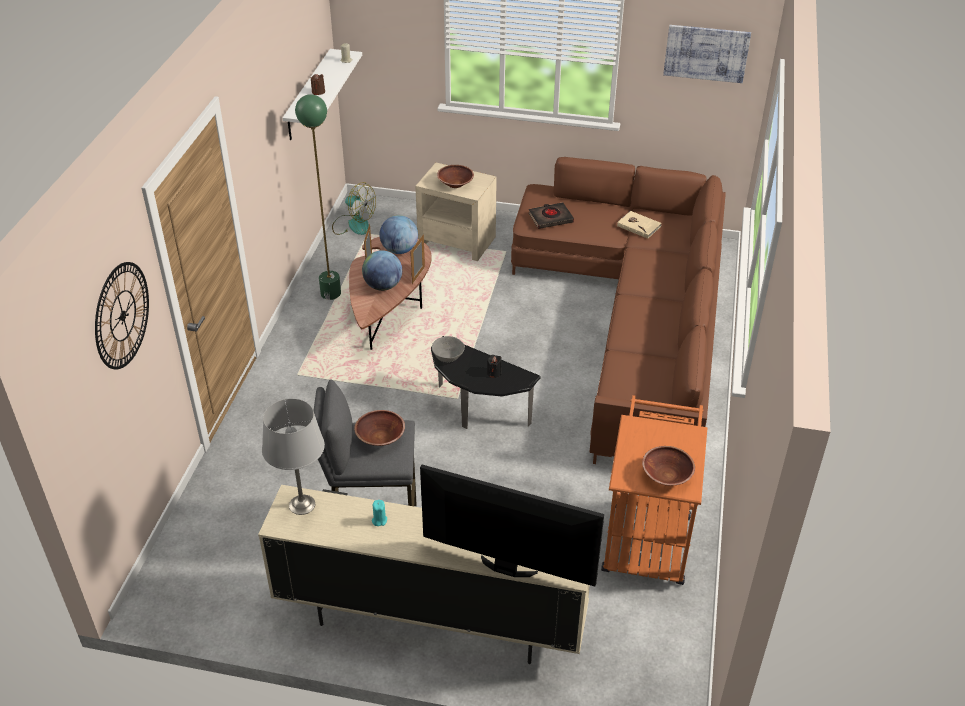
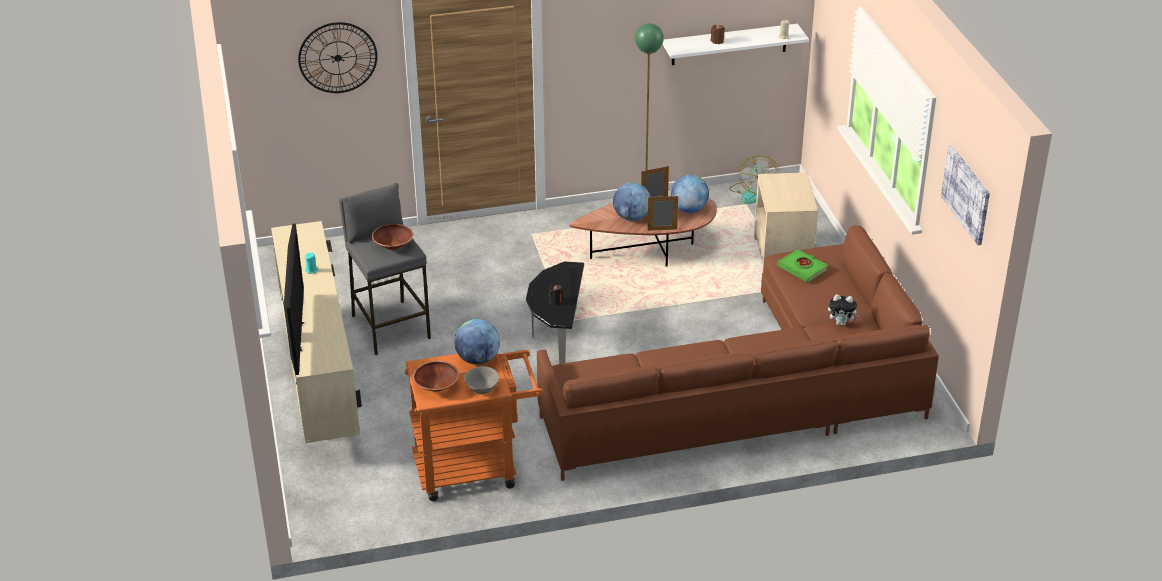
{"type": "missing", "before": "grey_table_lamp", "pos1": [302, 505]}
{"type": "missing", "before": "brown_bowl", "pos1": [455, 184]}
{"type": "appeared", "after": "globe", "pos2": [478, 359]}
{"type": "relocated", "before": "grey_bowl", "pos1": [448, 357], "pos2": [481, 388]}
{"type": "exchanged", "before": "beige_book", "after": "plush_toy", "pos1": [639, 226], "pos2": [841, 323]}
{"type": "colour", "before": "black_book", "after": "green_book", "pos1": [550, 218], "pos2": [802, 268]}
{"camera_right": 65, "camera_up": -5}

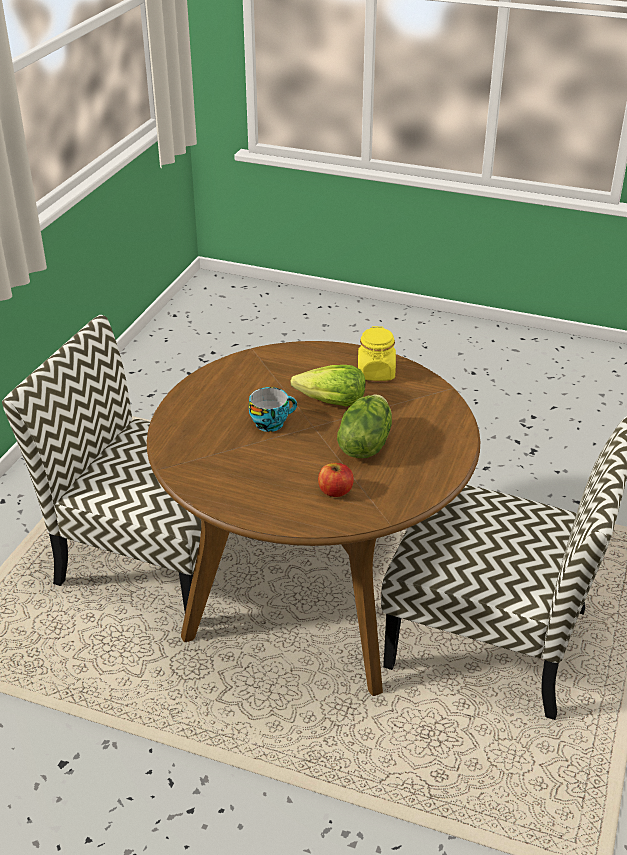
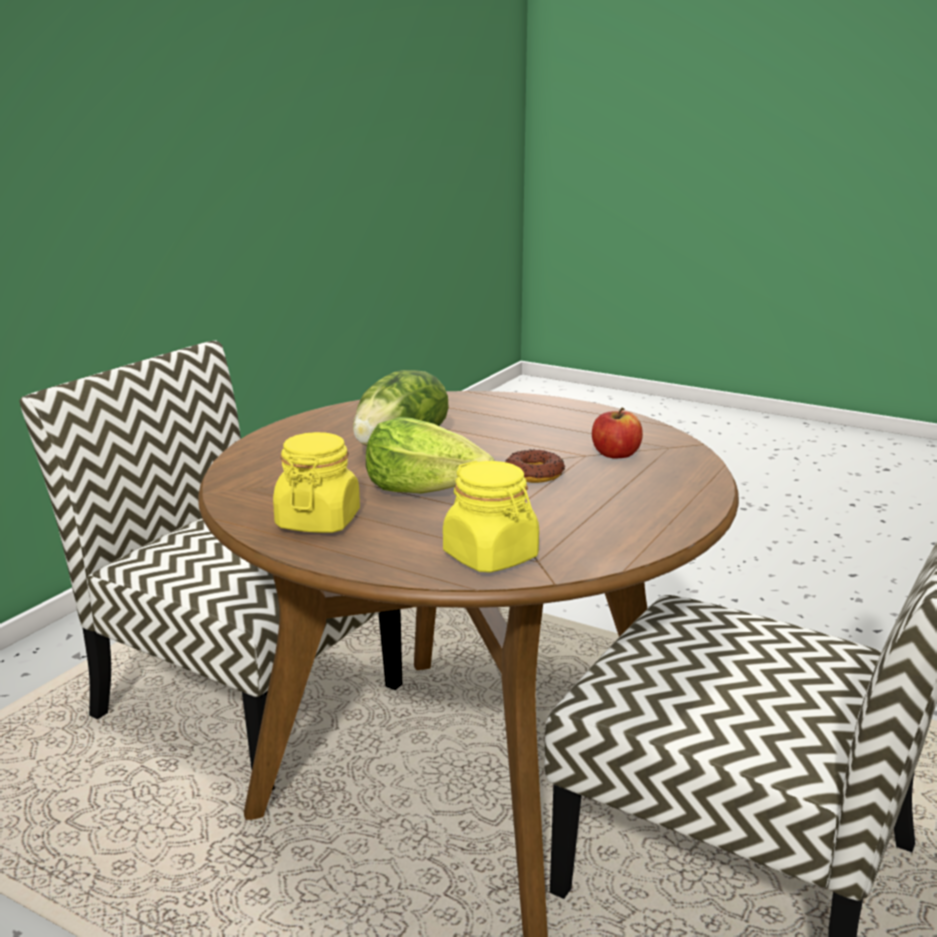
{"type": "appeared", "after": "yellow_jar", "pos2": [491, 557]}
{"type": "relocated", "before": "apple", "pos1": [335, 491], "pos2": [615, 454]}
{"type": "exchanged", "before": "cup", "after": "donut", "pos1": [271, 422], "pos2": [533, 474]}
{"camera_right": -170, "camera_up": -15}

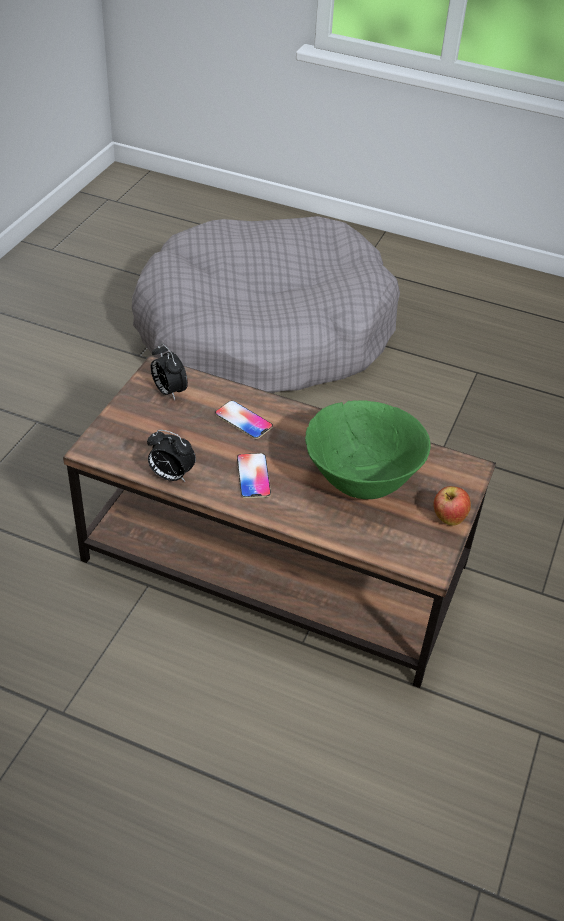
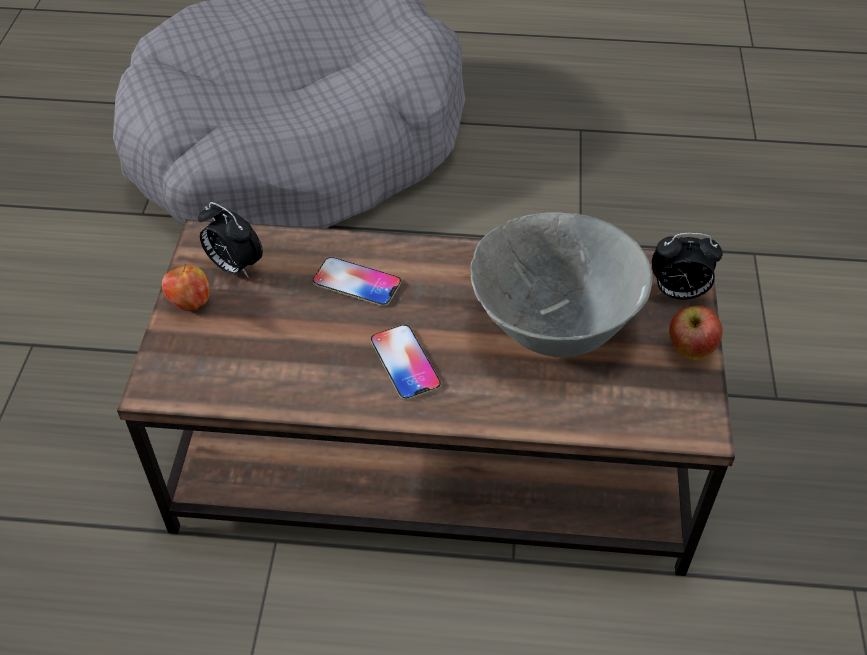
{"type": "appeared", "after": "apple", "pos2": [190, 303]}
{"type": "relocated", "before": "alarm_clock", "pos1": [170, 476], "pos2": [677, 293]}
{"type": "colour", "before": "green_bowl", "after": "grey_bowl", "pos1": [361, 481], "pos2": [554, 328]}
{"camera_right": -15, "camera_up": 5}

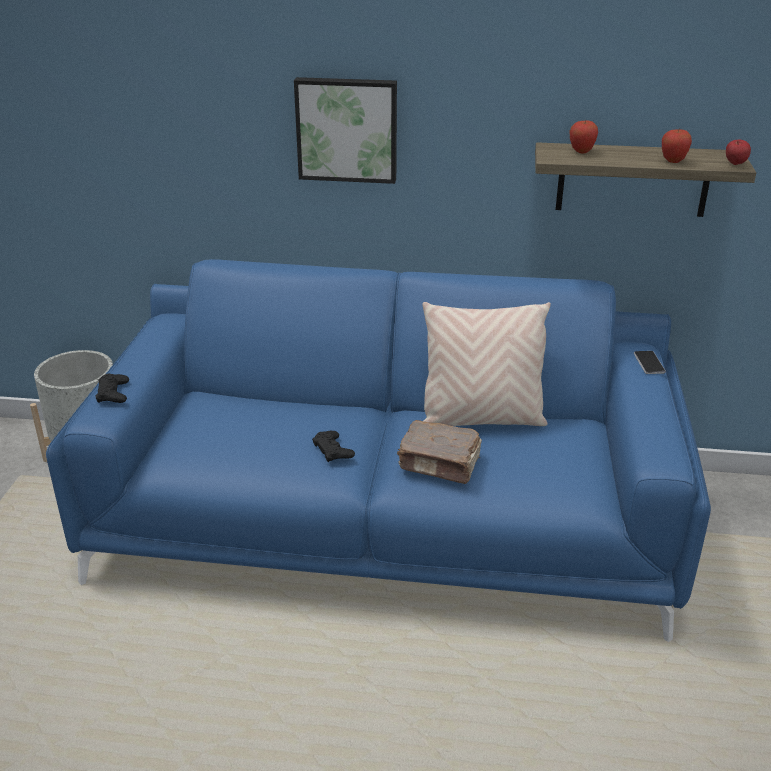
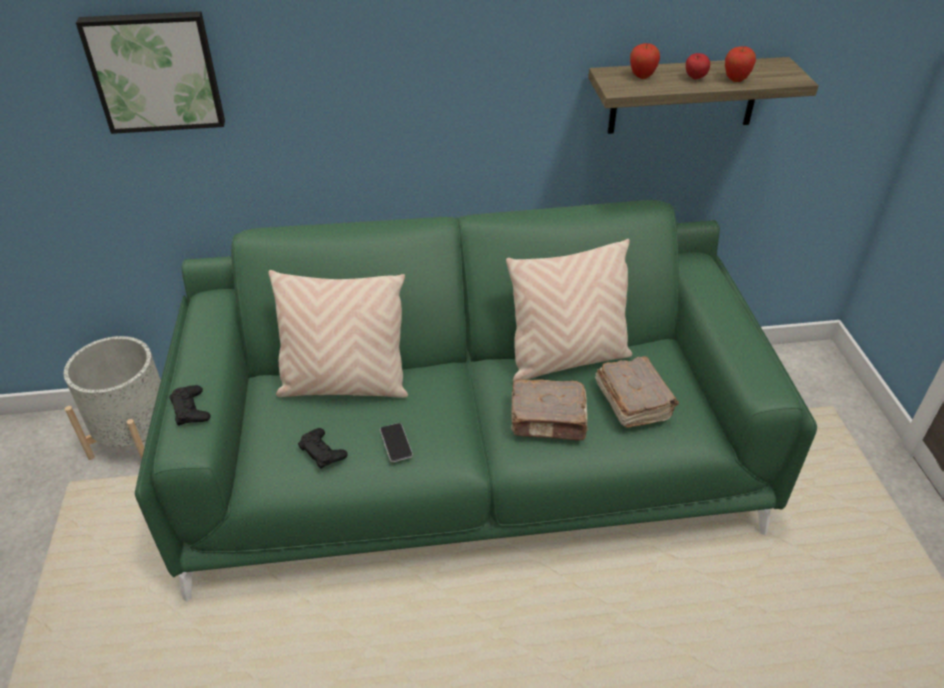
{"type": "appeared", "after": "beige_pillow", "pos2": [344, 385]}
{"type": "appeared", "after": "brown_book", "pos2": [633, 401]}
{"type": "relocated", "before": "picture", "pos1": [347, 129], "pos2": [155, 71]}
{"type": "relocated", "before": "black_game_controller", "pos1": [333, 450], "pos2": [322, 451]}
{"type": "relocated", "before": "phone", "pos1": [649, 363], "pos2": [396, 443]}
{"type": "relocated", "before": "apple", "pos1": [735, 164], "pos2": [694, 79]}
{"type": "colour", "before": "blue_sofa", "after": "green_sofa", "pos1": [386, 525], "pos2": [472, 464]}
{"camera_right": -15, "camera_up": 10}

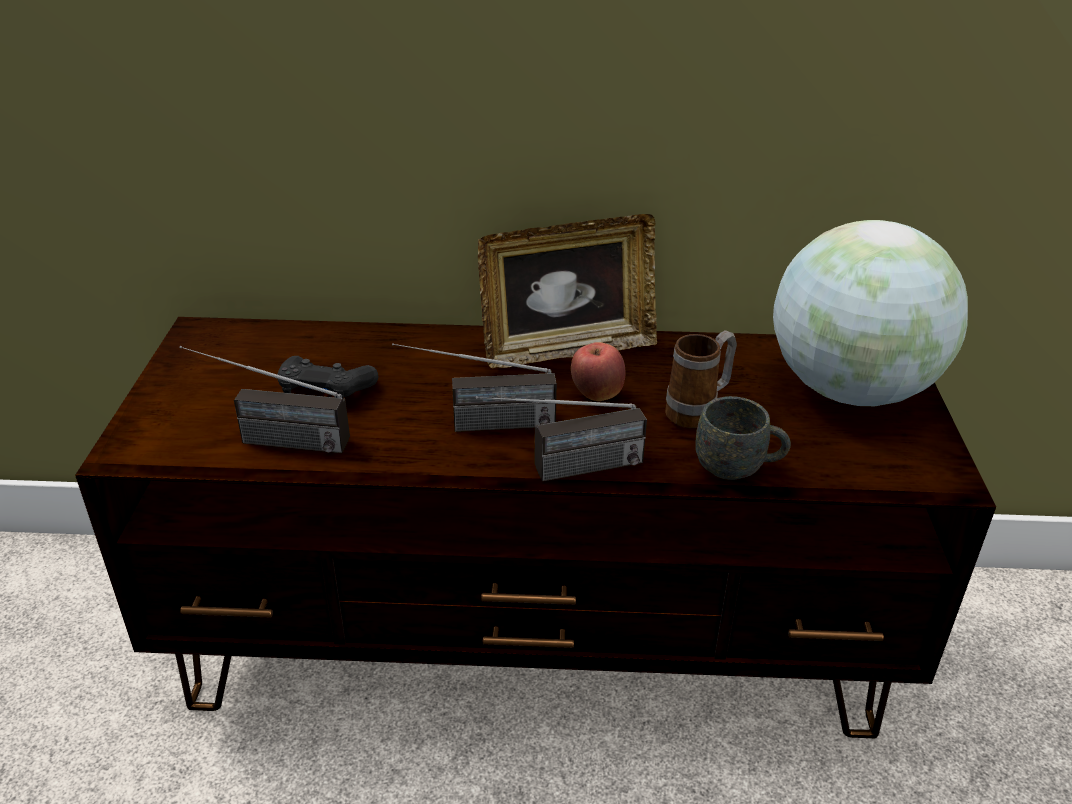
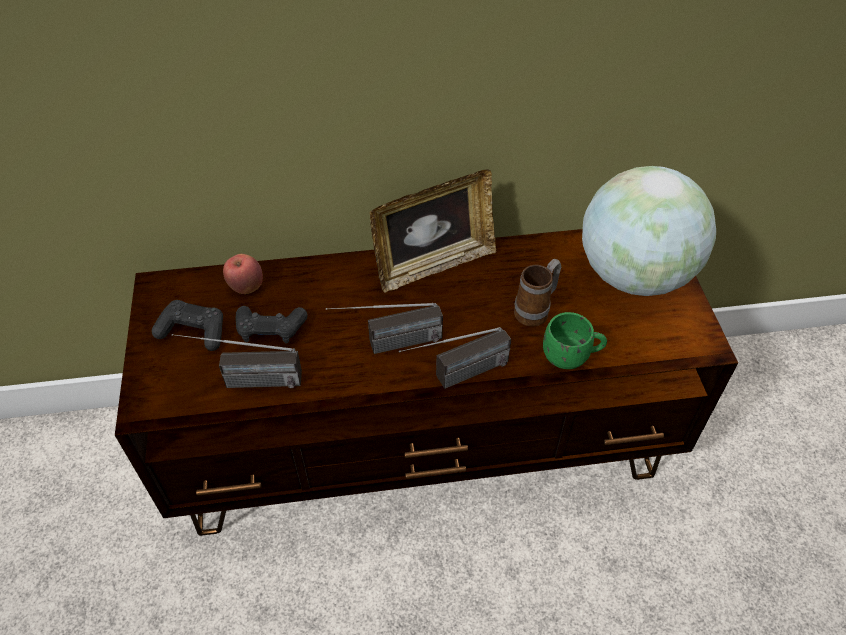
{"type": "appeared", "after": "black_game_controller", "pos2": [193, 331]}
{"type": "relocated", "before": "apple", "pos1": [596, 395], "pos2": [246, 287]}
{"type": "colour", "before": "grey_mug", "after": "green_mug", "pos1": [738, 468], "pos2": [571, 356]}
{"camera_right": -10, "camera_up": 15}

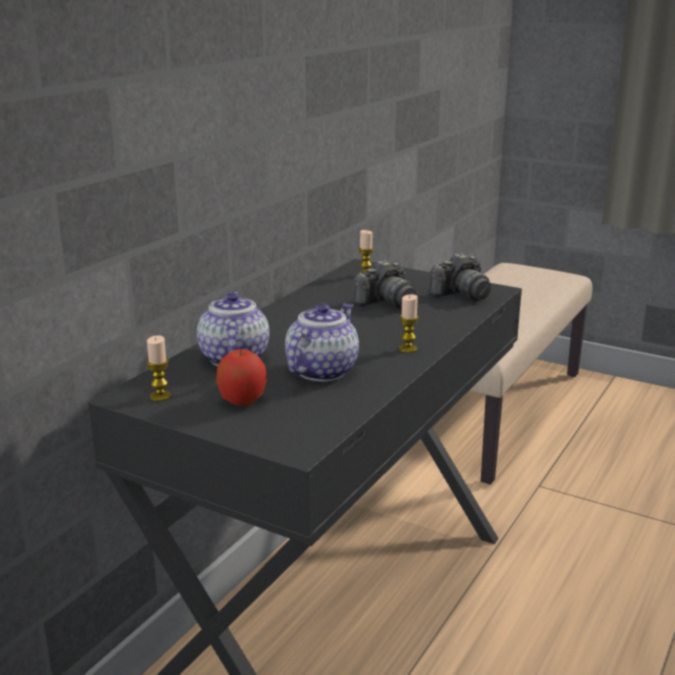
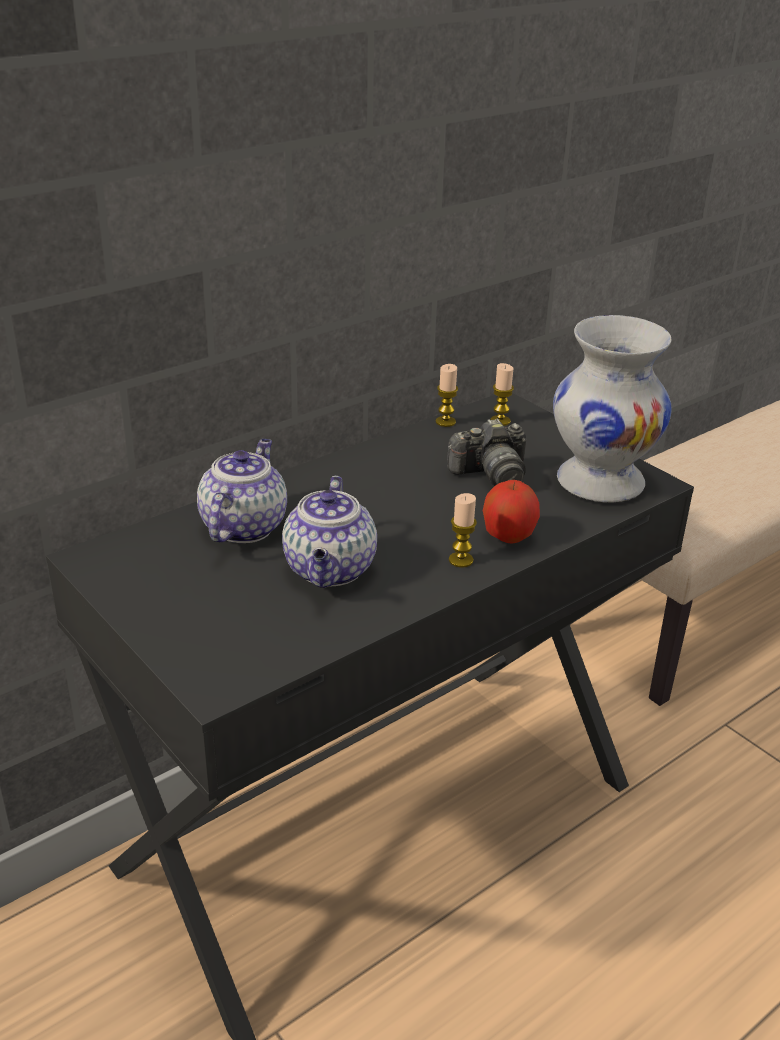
{"type": "relocated", "before": "candle", "pos1": [160, 396], "pos2": [445, 422]}
{"type": "relocated", "before": "apple", "pos1": [242, 401], "pos2": [509, 536]}
{"type": "exchanged", "before": "photo_camera", "after": "white_vase", "pos1": [461, 294], "pos2": [600, 481]}
{"type": "spun", "before": "teapot", "pos1": [322, 370], "pos2": [330, 571], "turn": 135}
{"camera_right": 20, "camera_up": 10}

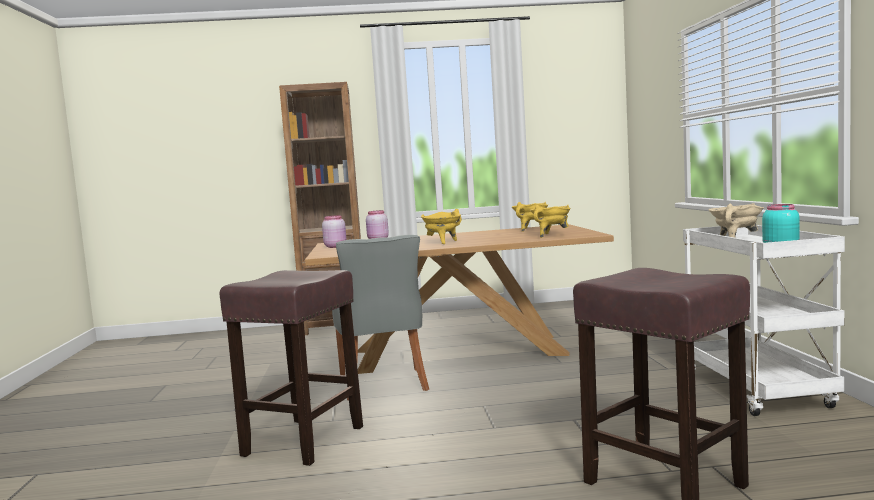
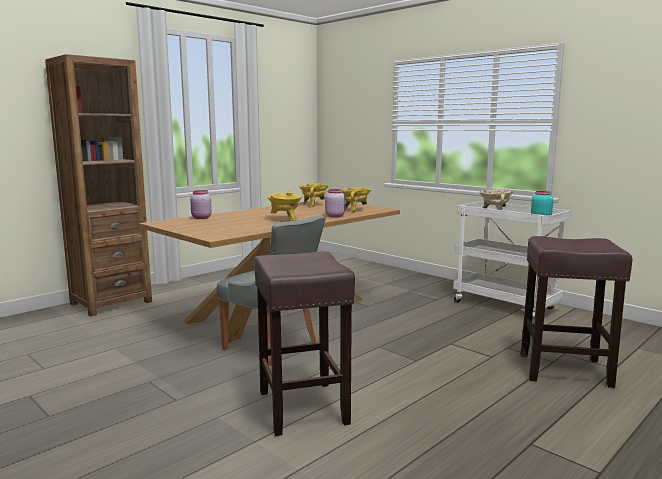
{"type": "relocated", "before": "pink_jar", "pos1": [335, 246], "pos2": [334, 216]}
{"camera_right": -40, "camera_up": 5}

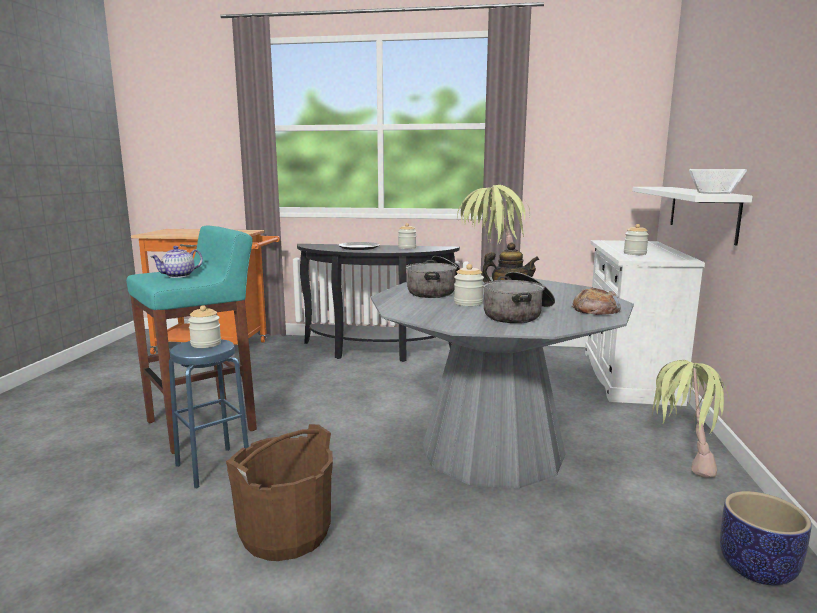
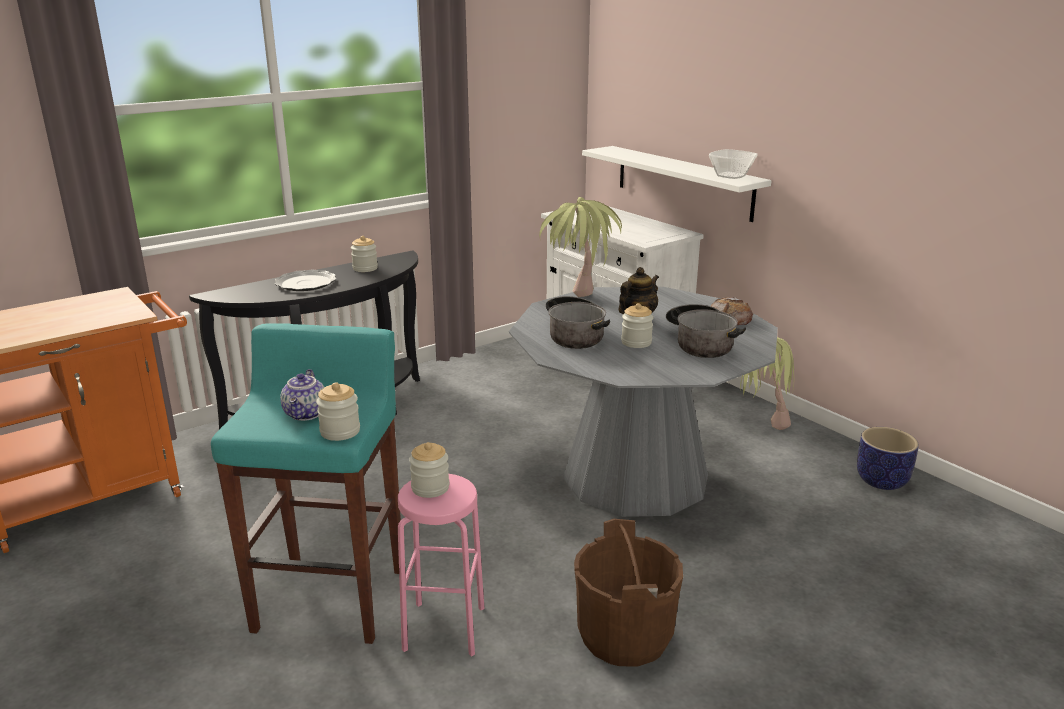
{"type": "relocated", "before": "jar", "pos1": [635, 253], "pos2": [340, 431]}
{"type": "colour", "before": "blue_stool", "after": "pink_stool", "pos1": [213, 467], "pos2": [444, 628]}
{"camera_right": -45, "camera_up": 10}

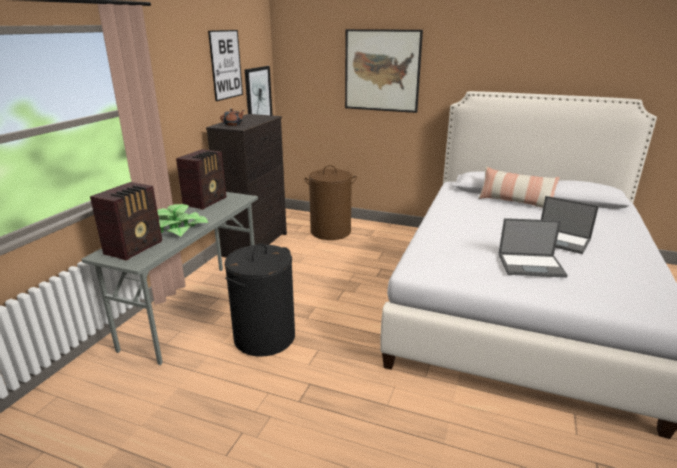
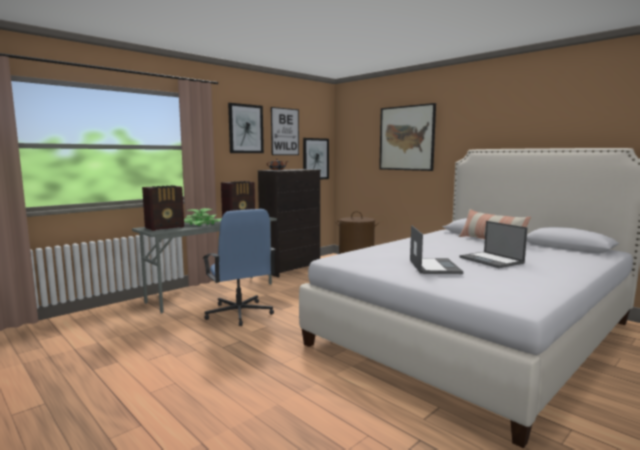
{"type": "appeared", "after": "picture", "pos2": [245, 129]}
{"type": "exchanged", "before": "black_laundry_basket", "after": "blue_office_chair", "pos1": [264, 338], "pos2": [239, 313]}
{"type": "spun", "before": "laptop", "pos1": [531, 265], "pos2": [434, 266], "turn": -120}
{"camera_right": 25, "camera_up": -15}

